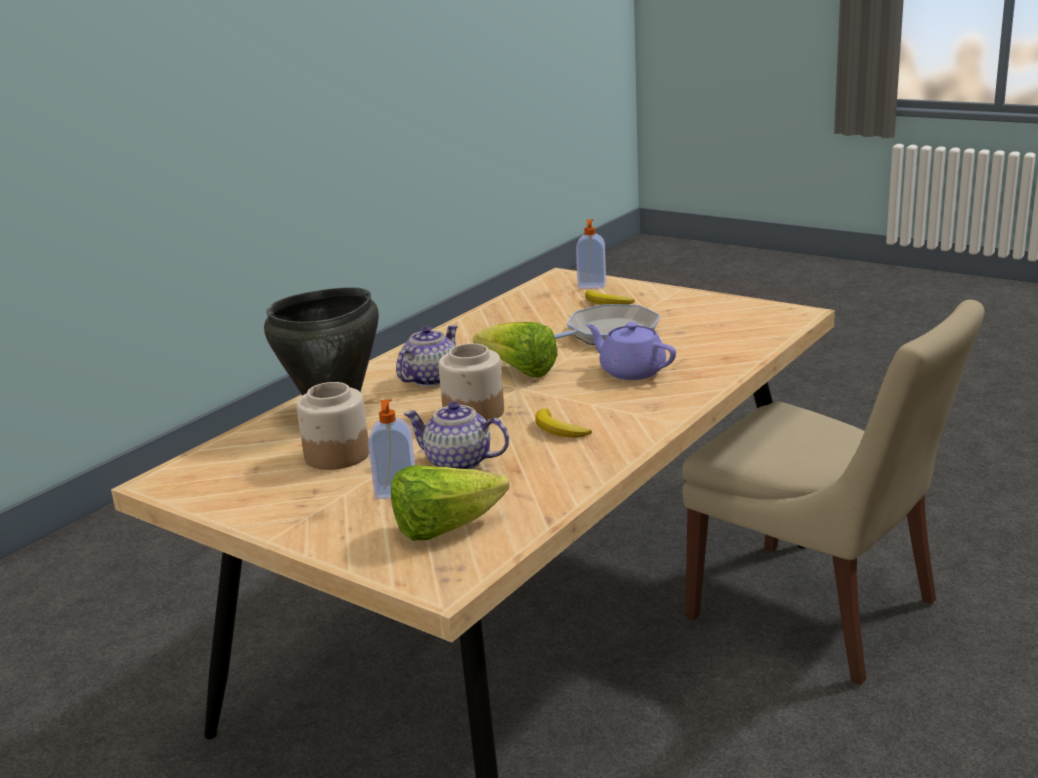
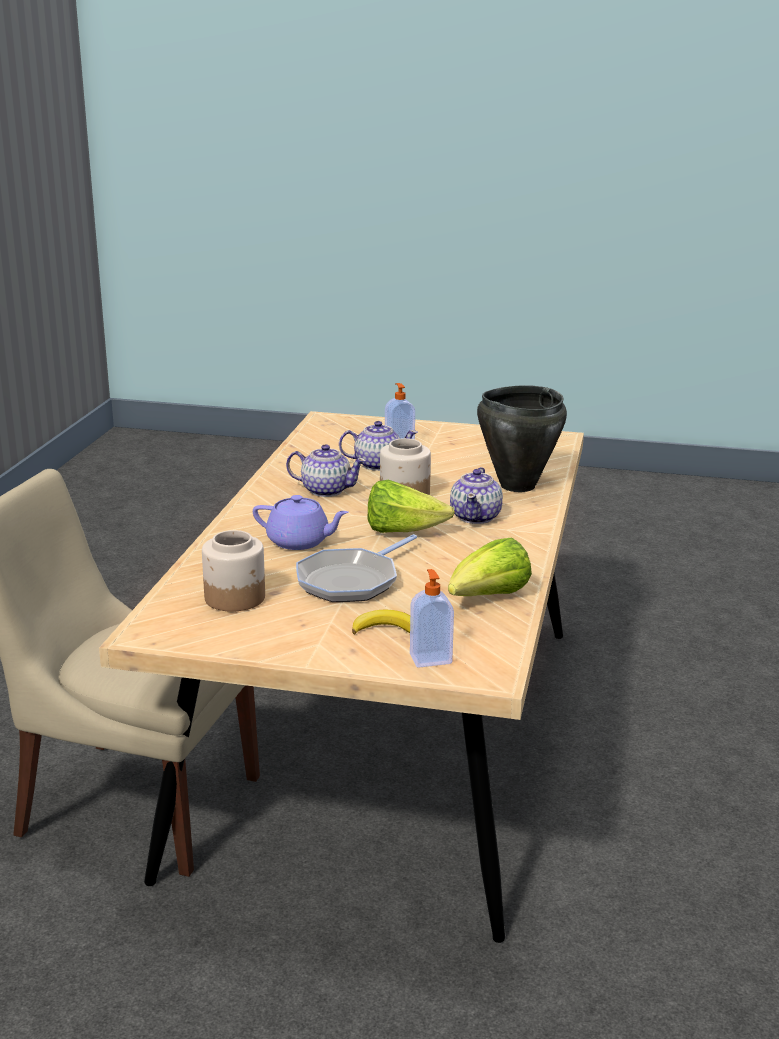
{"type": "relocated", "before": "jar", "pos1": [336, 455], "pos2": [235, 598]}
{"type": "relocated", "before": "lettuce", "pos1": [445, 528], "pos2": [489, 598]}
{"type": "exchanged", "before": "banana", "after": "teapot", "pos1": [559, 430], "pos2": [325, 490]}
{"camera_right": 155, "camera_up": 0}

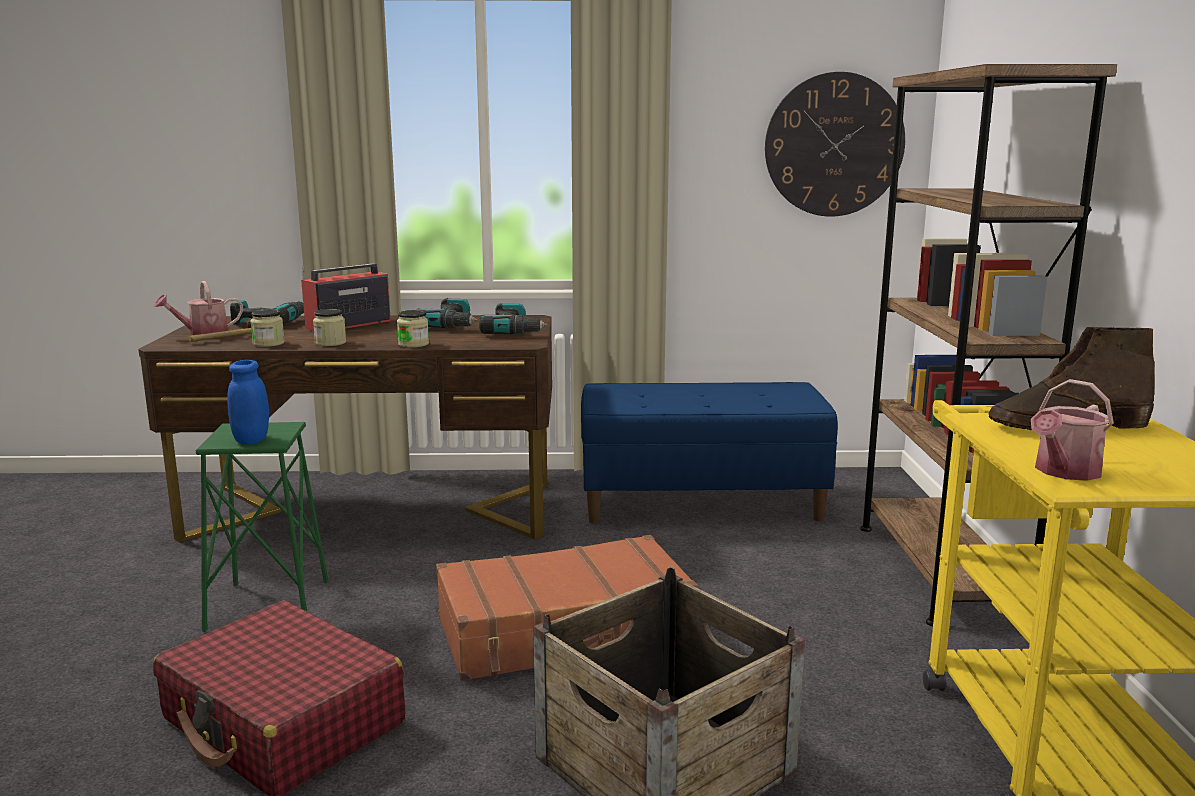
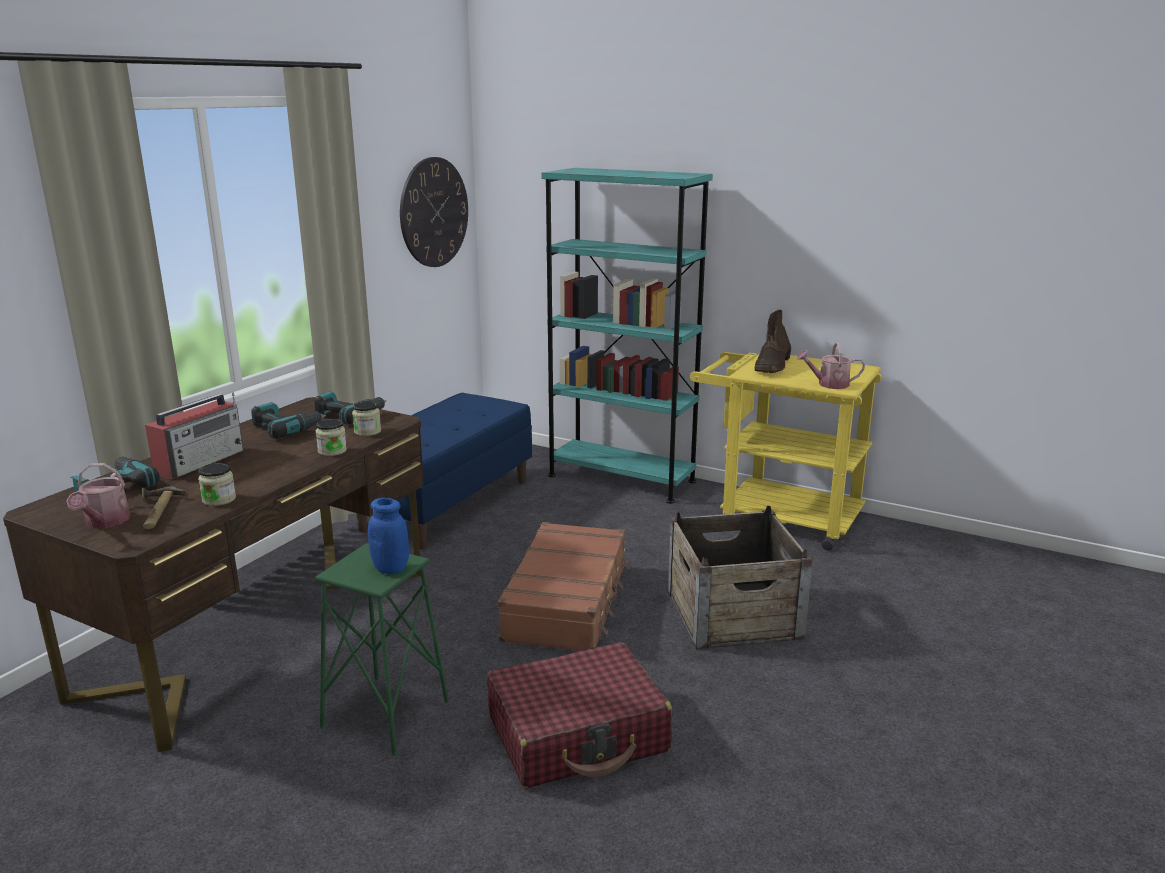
{"type": "relocated", "before": "jar", "pos1": [330, 343], "pos2": [367, 431]}
{"type": "colour", "before": "brown_bookcase", "after": "turquoise_bookcase", "pos1": [938, 571], "pos2": [621, 478]}
{"type": "spun", "before": "radio", "pos1": [347, 325], "pos2": [201, 461], "turn": -135}
{"type": "spun", "before": "watering_can", "pos1": [1063, 472], "pos2": [828, 384], "turn": 105}
{"camera_right": -60, "camera_up": 5}

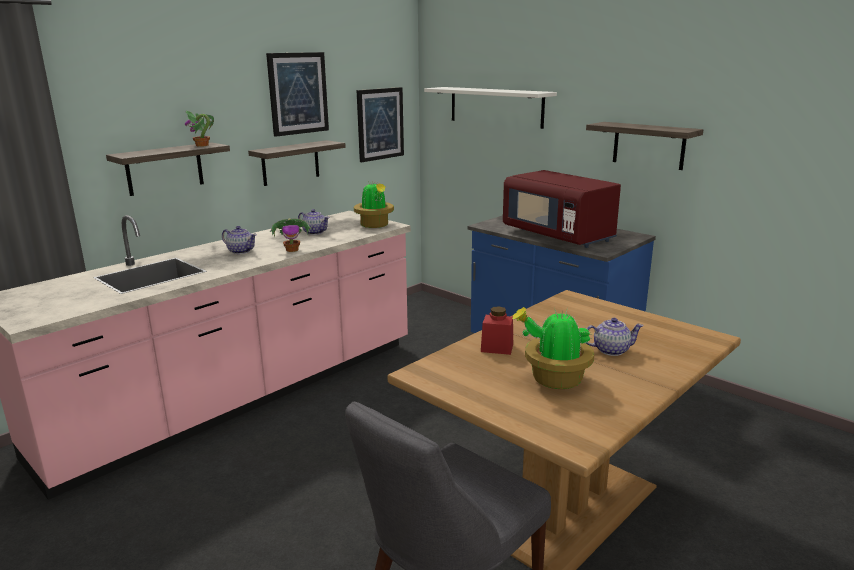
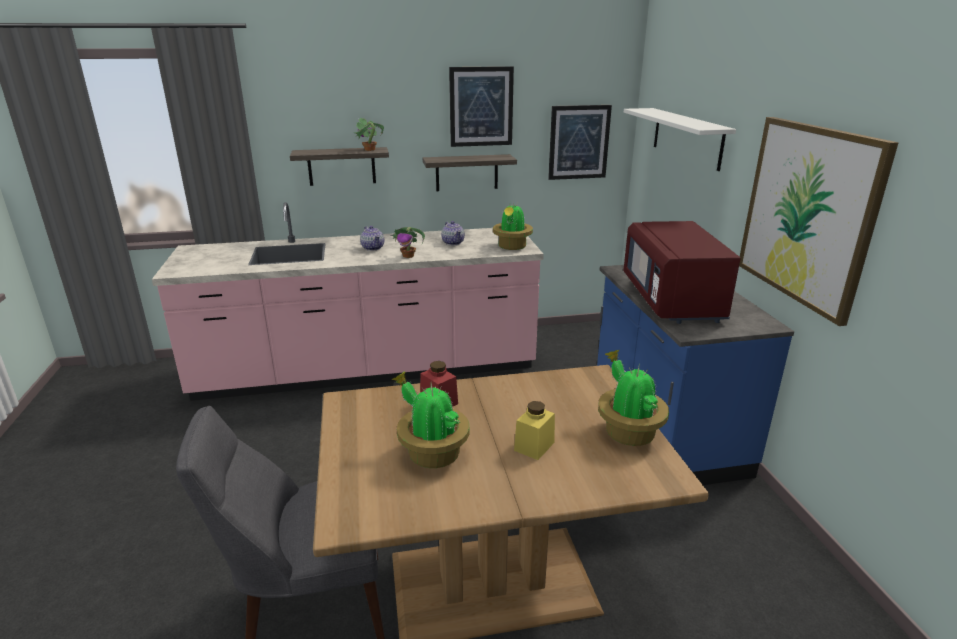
{"type": "appeared", "after": "potted_plant", "pos2": [628, 432]}
{"type": "exchanged", "before": "shelf", "after": "picture", "pos1": [648, 145], "pos2": [807, 214]}
{"type": "exchanged", "before": "teapot", "after": "yellow_jar", "pos1": [610, 350], "pos2": [534, 446]}
{"camera_right": 35, "camera_up": 5}

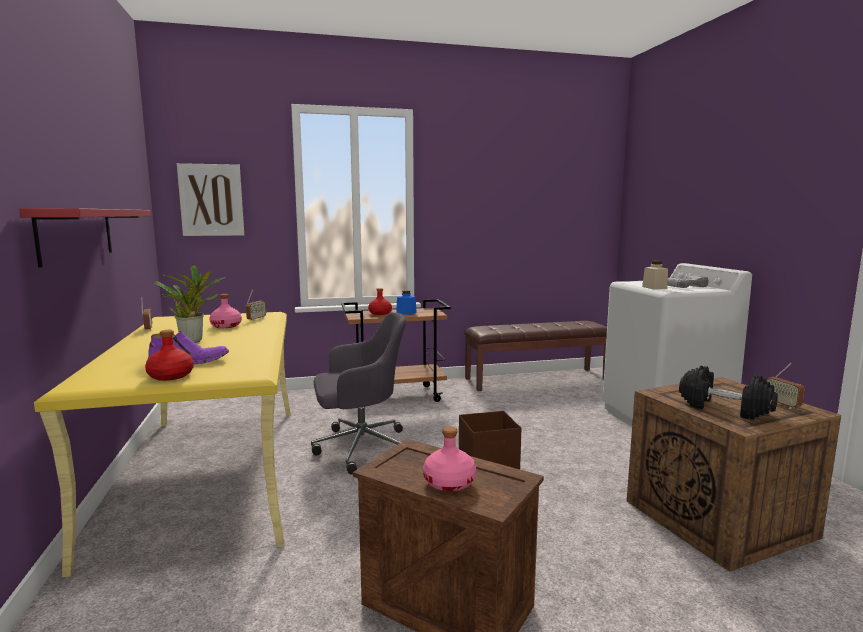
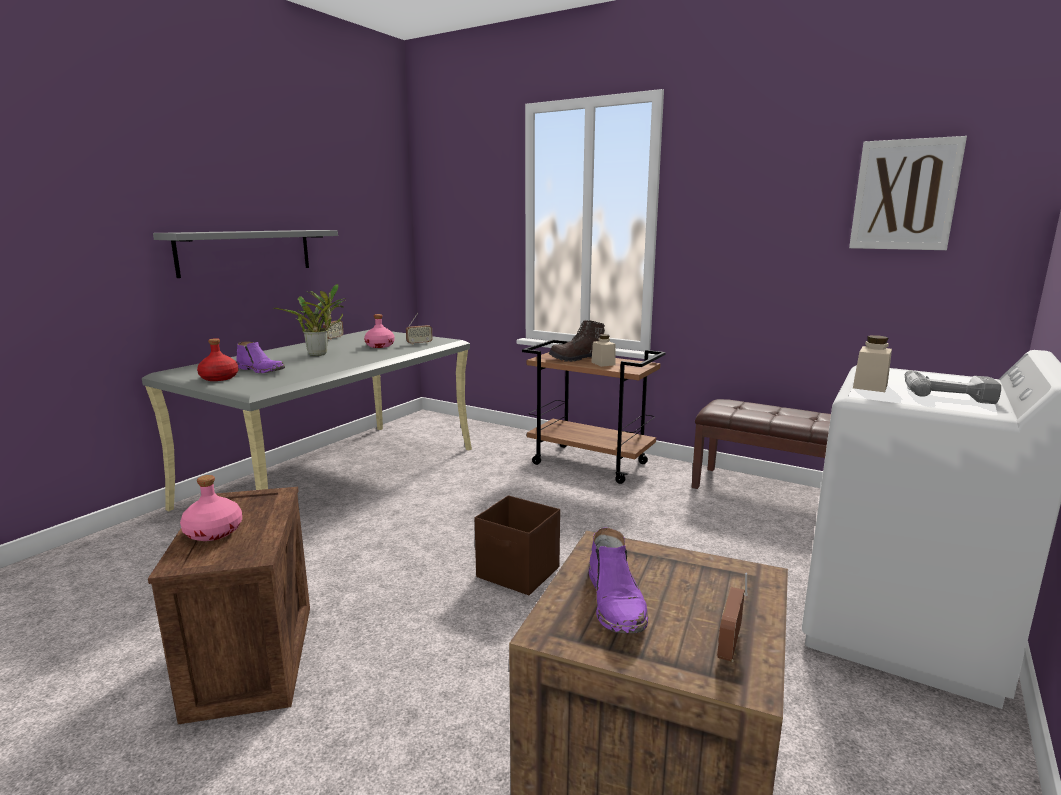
{"type": "missing", "before": "grey_office_chair", "pos1": [360, 448]}
{"type": "relocated", "before": "picture", "pos1": [211, 200], "pos2": [904, 195]}
{"type": "exchanged", "before": "red_bottle", "after": "brown_boot", "pos1": [380, 313], "pos2": [576, 359]}
{"type": "exchanged", "before": "black_dumbbell", "after": "purple_boot", "pos1": [725, 408], "pos2": [616, 603]}
{"type": "colour", "before": "red_shelf", "after": "grey_shelf", "pos1": [77, 234], "pos2": [246, 252]}
{"type": "colour", "before": "yellow_desk", "after": "grey_desk", "pos1": [209, 471], "pos2": [337, 475]}
{"type": "colour", "before": "blue_jar", "after": "beige_jar", "pos1": [406, 313], "pos2": [603, 363]}
{"camera_right": 45, "camera_up": 5}

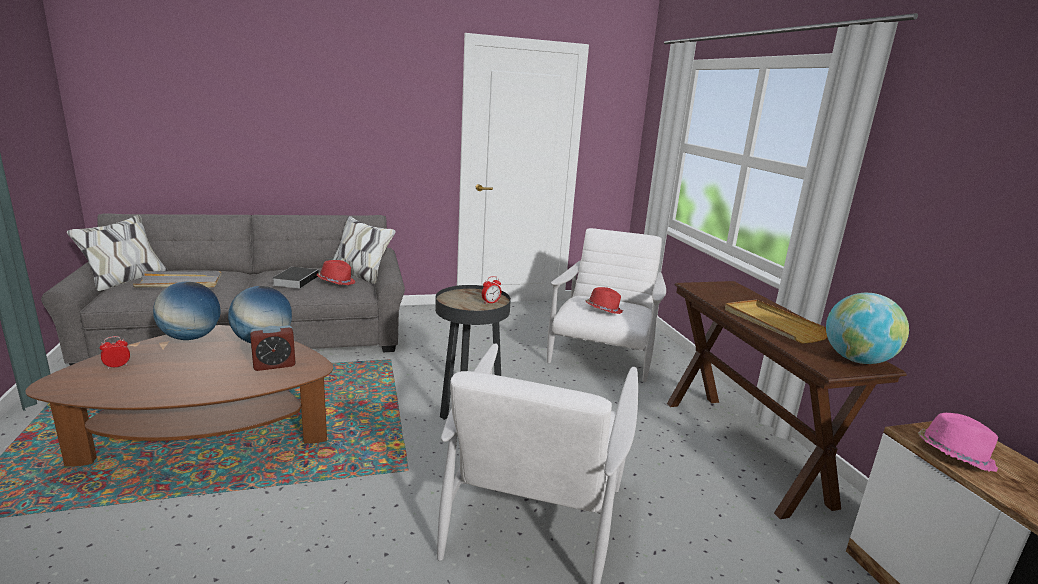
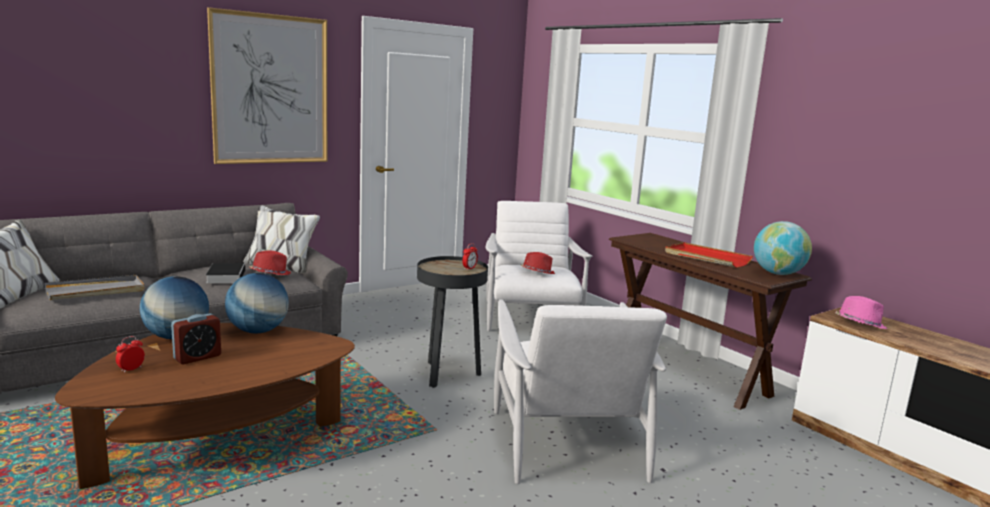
{"type": "appeared", "after": "picture", "pos2": [270, 90]}
{"type": "relocated", "before": "alarm_clock", "pos1": [274, 365], "pos2": [197, 357]}
{"type": "colour", "before": "beige_tray", "after": "red_tray", "pos1": [773, 324], "pos2": [706, 258]}
{"camera_right": -20, "camera_up": -5}

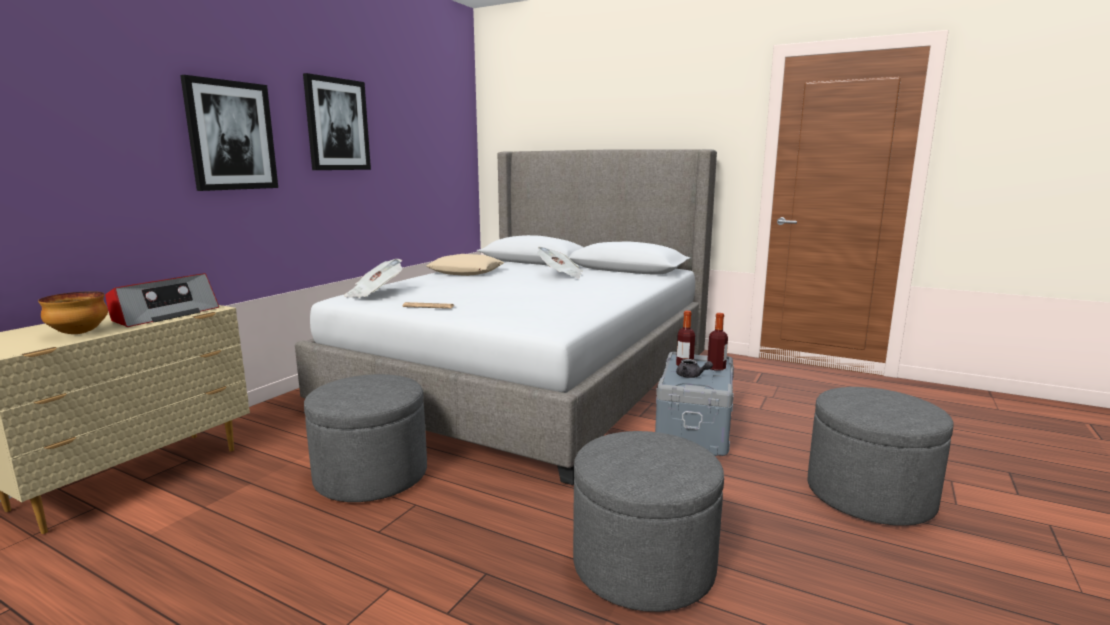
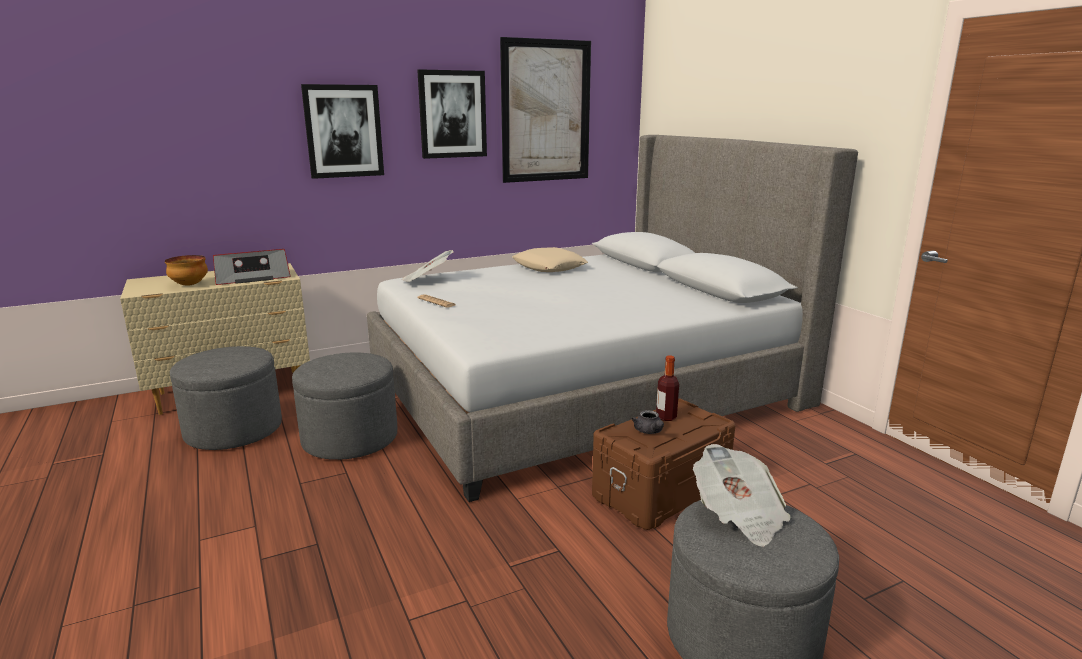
{"type": "missing", "before": "bottle", "pos1": [716, 368]}
{"type": "appeared", "after": "picture", "pos2": [546, 111]}
{"type": "relocated", "before": "newspaper", "pos1": [560, 275], "pos2": [739, 516]}
{"type": "relocated", "before": "grey_ottoman", "pos1": [643, 565], "pos2": [234, 430]}
{"type": "colour", "before": "grey_storage_box", "after": "brown_storage_box", "pos1": [695, 429], "pos2": [662, 492]}
{"camera_right": 35, "camera_up": 5}

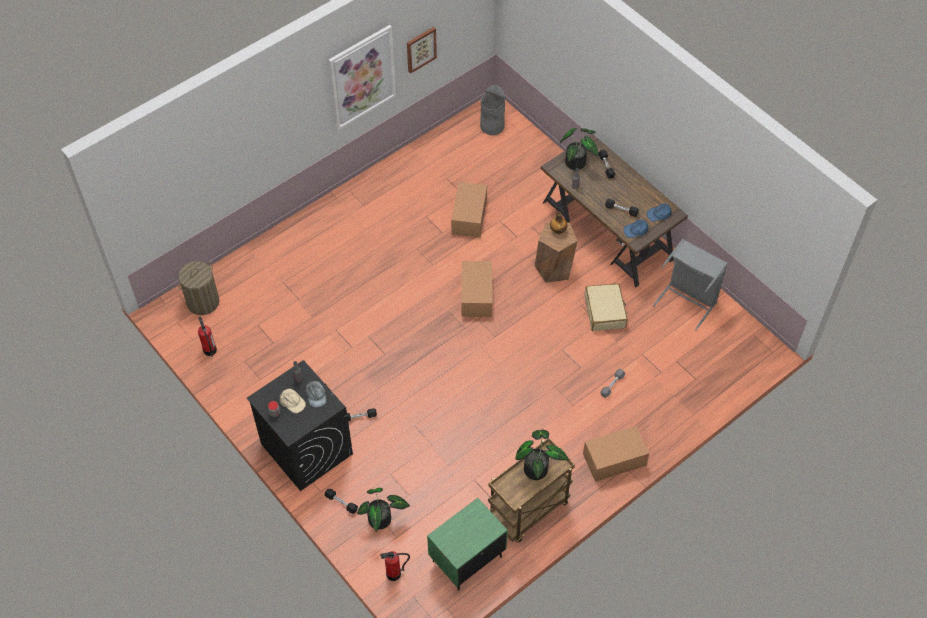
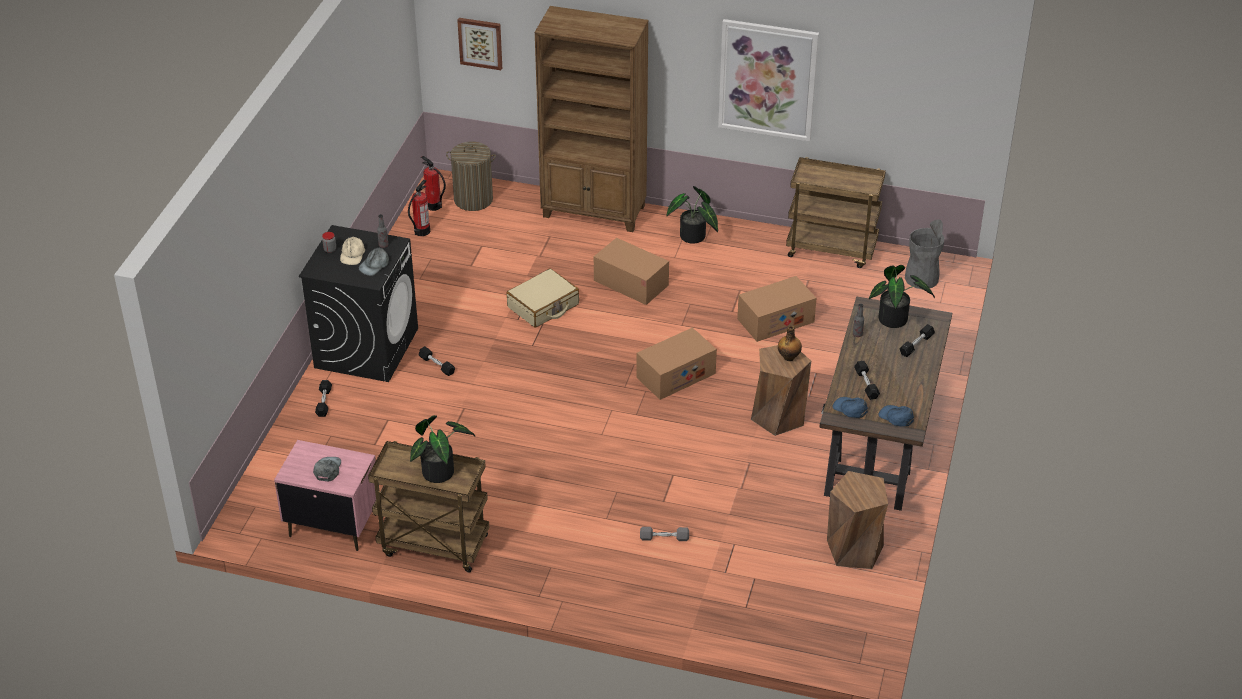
{"type": "appeared", "after": "grey_cap", "pos2": [327, 469]}
{"type": "appeared", "after": "brown_bookcase", "pos2": [594, 212]}
{"type": "appeared", "after": "brown_cart", "pos2": [832, 249]}
{"type": "relocated", "before": "potted_plant", "pos1": [382, 520], "pos2": [693, 238]}
{"type": "relocated", "before": "fire_extinguisher", "pos1": [393, 574], "pos2": [433, 206]}
{"type": "relocated", "before": "picture", "pos1": [420, 49], "pos2": [480, 43]}
{"type": "relocated", "before": "cardboard_box", "pos1": [614, 459], "pos2": [631, 283]}
{"type": "relocated", "before": "beige_suitcase", "pos1": [605, 311], "pos2": [543, 306]}
{"type": "exchanged", "before": "grey_laundry_basket", "after": "brown_stool", "pos1": [688, 300], "pos2": [854, 549]}
{"type": "colour", "before": "green_nightstand", "after": "pink_nightstand", "pos1": [466, 559], "pos2": [332, 525]}
{"camera_right": 55, "camera_up": -15}

